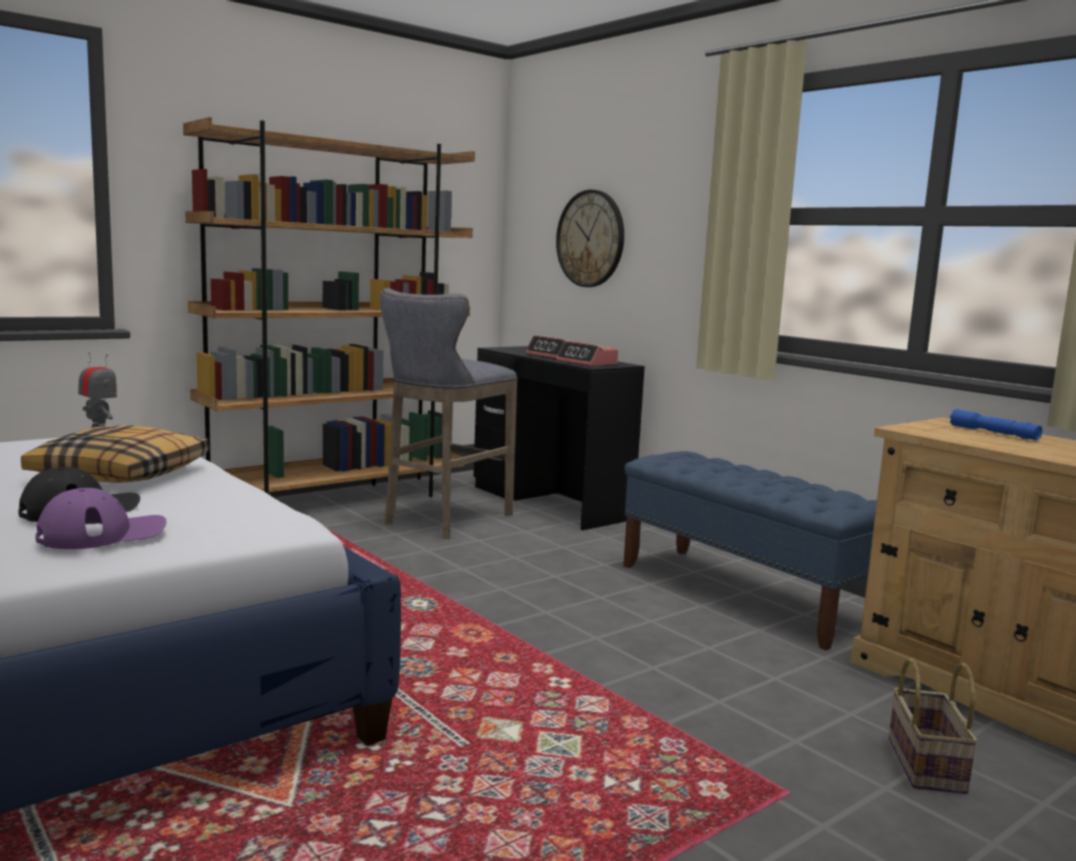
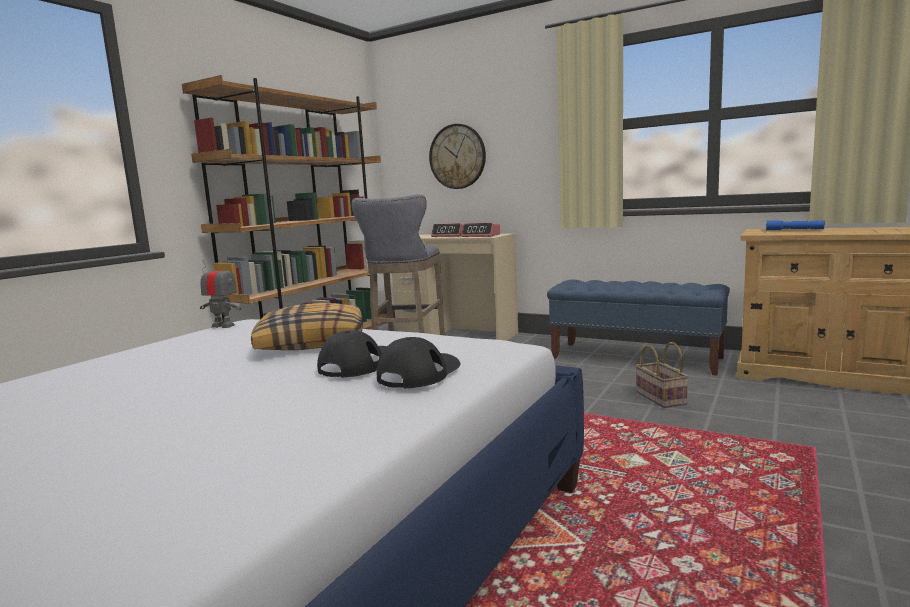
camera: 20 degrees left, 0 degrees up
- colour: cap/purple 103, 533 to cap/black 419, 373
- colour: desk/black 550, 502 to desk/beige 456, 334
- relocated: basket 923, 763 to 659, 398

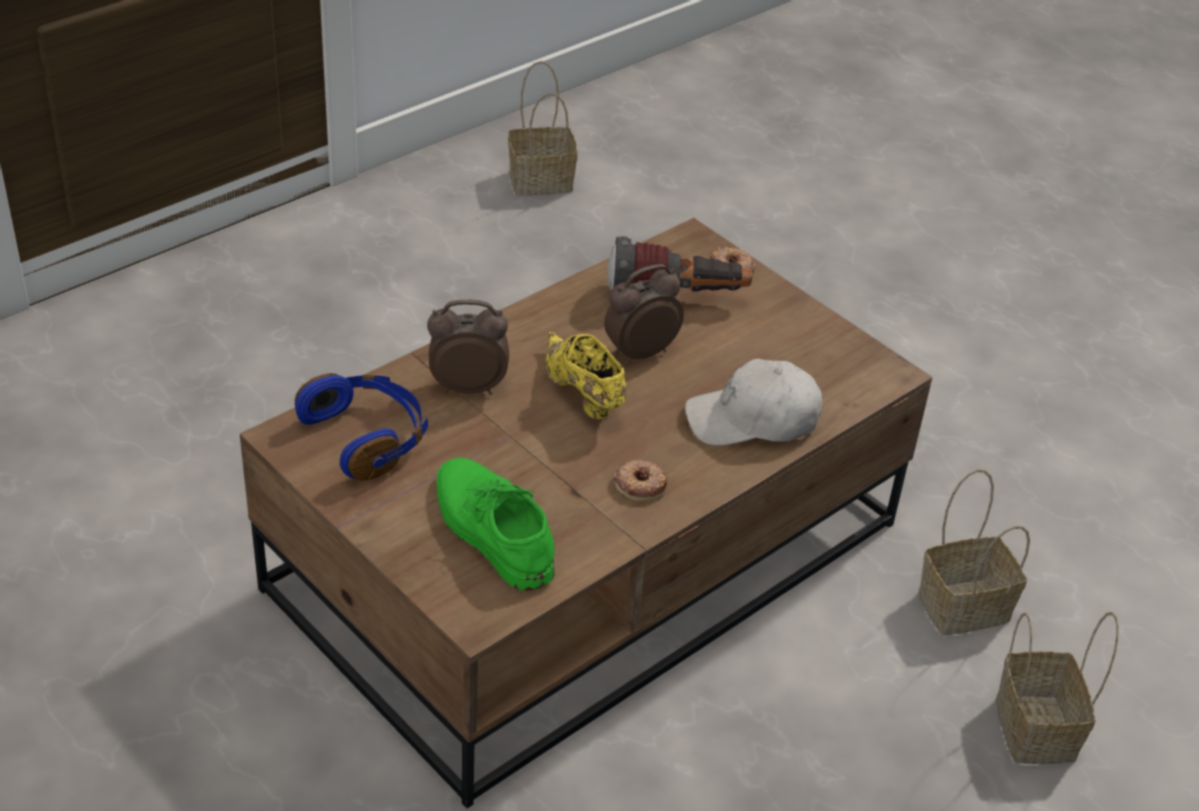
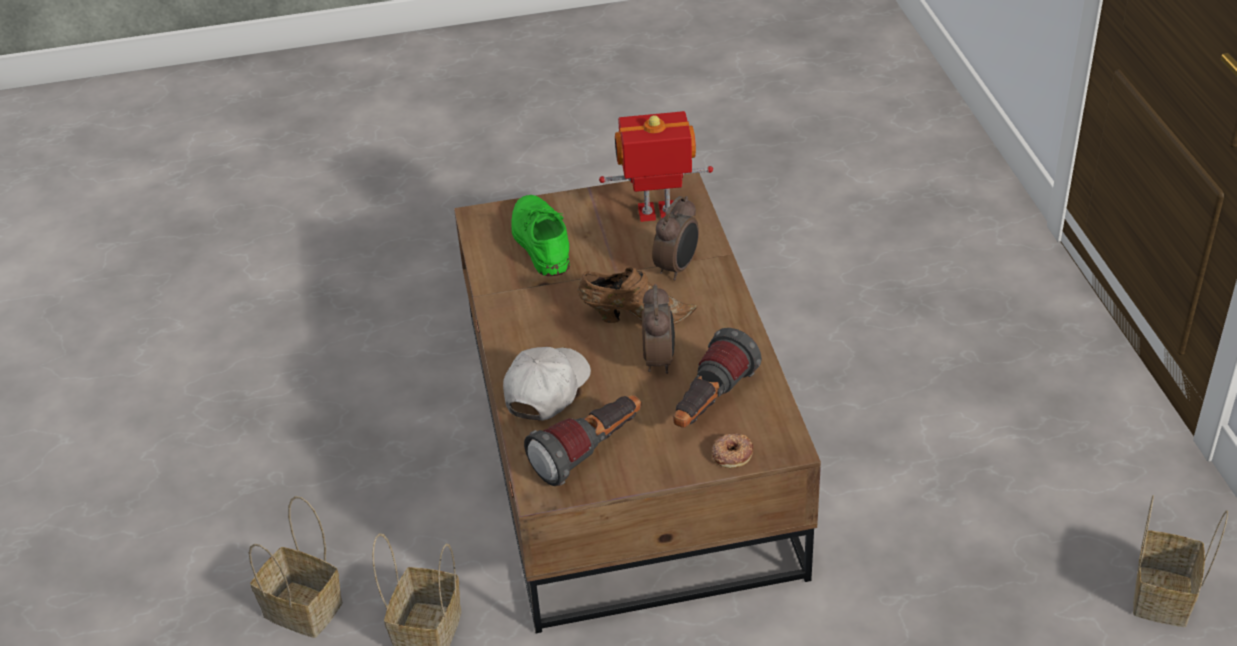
camera: 125 degrees right, 0 degrees up
- spun: shoe/green 491, 530 = 539, 240 105 degrees counterclockwise
- appeared: flashlight 590, 453
- colour: shoe/yellow 582, 394 to shoe/brown 633, 316
- exchanged: headphones/blue 367, 437 to toy robot 657, 214
- missing: donut 640, 484

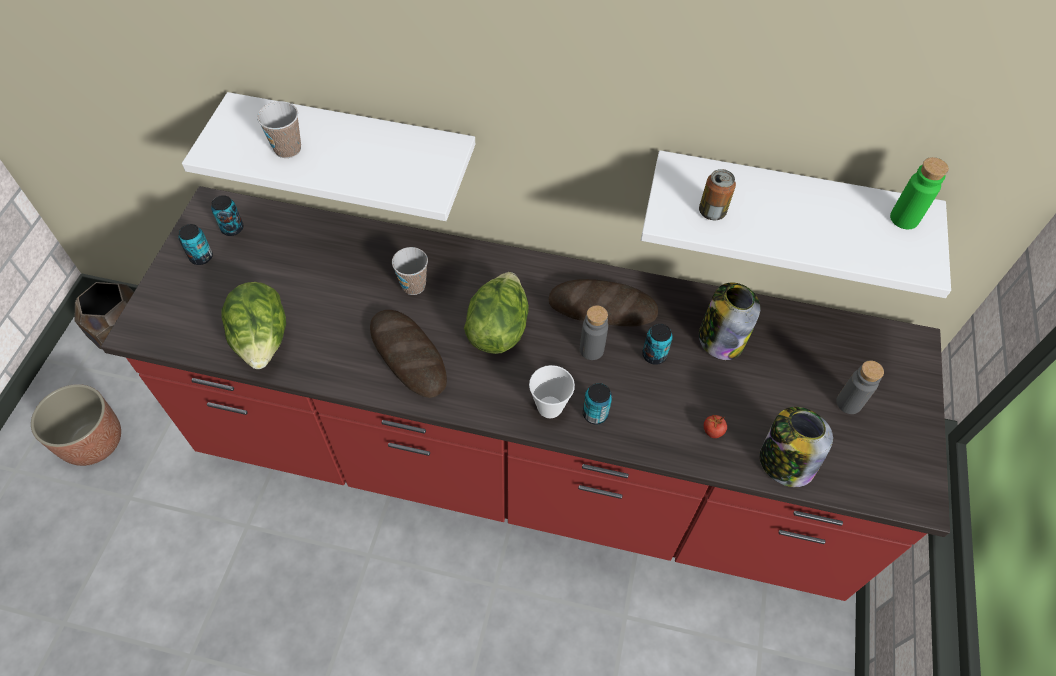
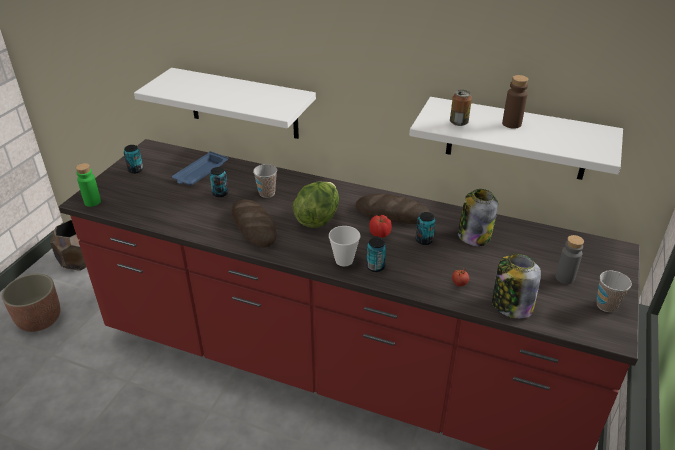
camera: 10 degrees right, 20 degrees down
- relocated: bottle/green 904, 218 to 92, 202
- appeared: tray/blue 200, 172
- relocated: can 232, 228 to 220, 193
- exchanged: bottle/grey 591, 350 to tomato 380, 234
- appeared: bottle/brown 511, 124
- relocated: cup 288, 149 to 606, 305
- missing: lettuce 263, 341

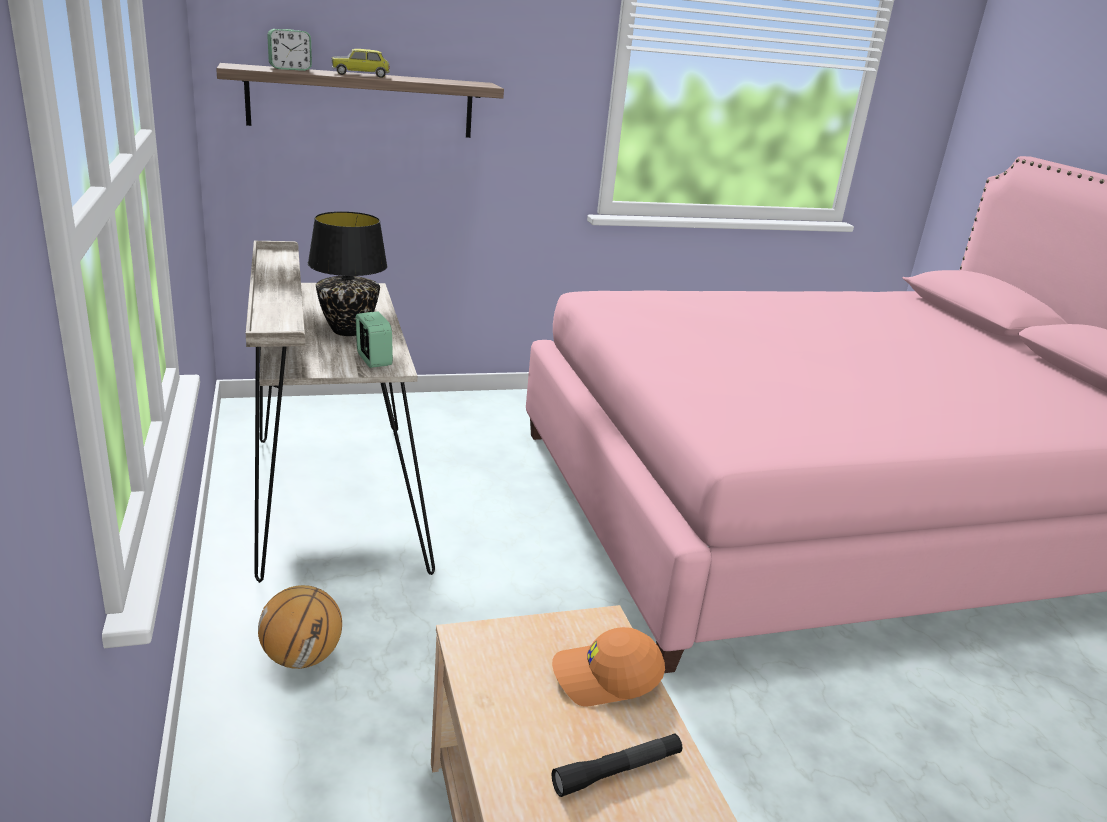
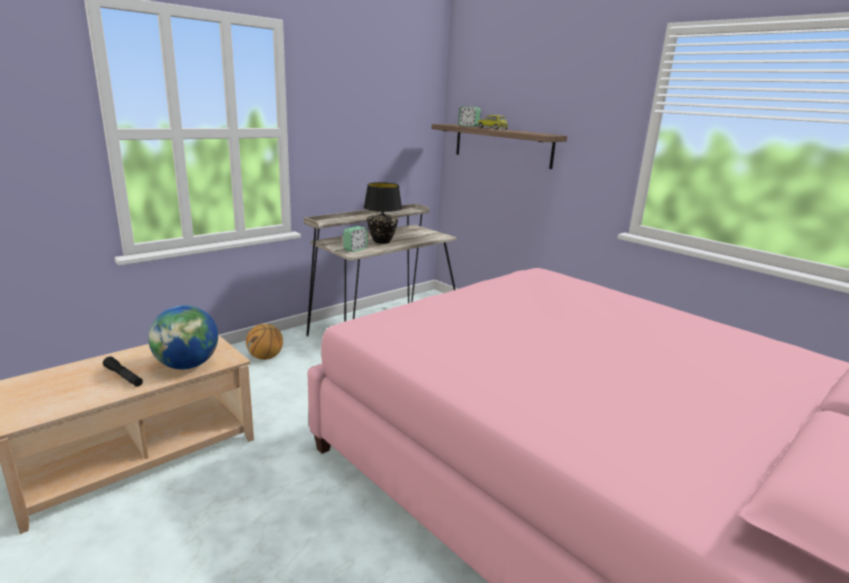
camera: 65 degrees right, 5 degrees down
- exchanged: cap/orange 606, 678 to globe 187, 365

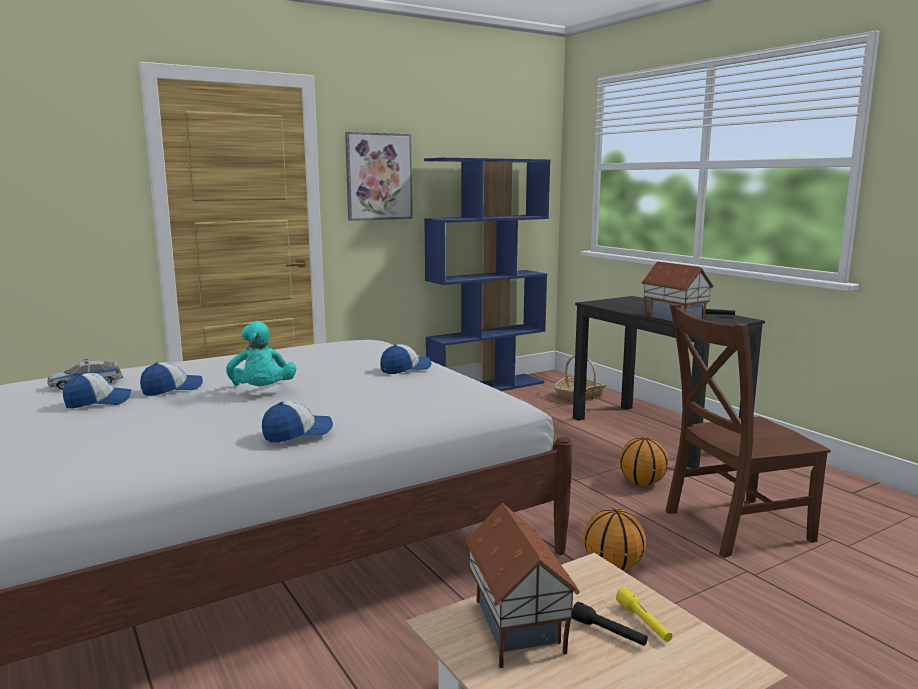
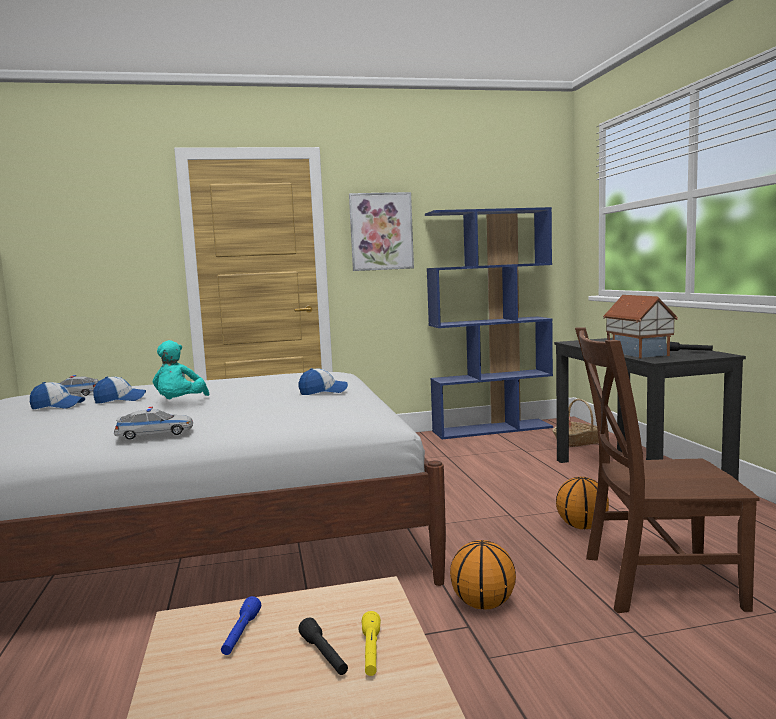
camera: 20 degrees right, 5 degrees down
- exchanged: cap 297, 433 to toy car 155, 434
- exchanged: toy house 515, 627 to flashlight/blue 241, 634

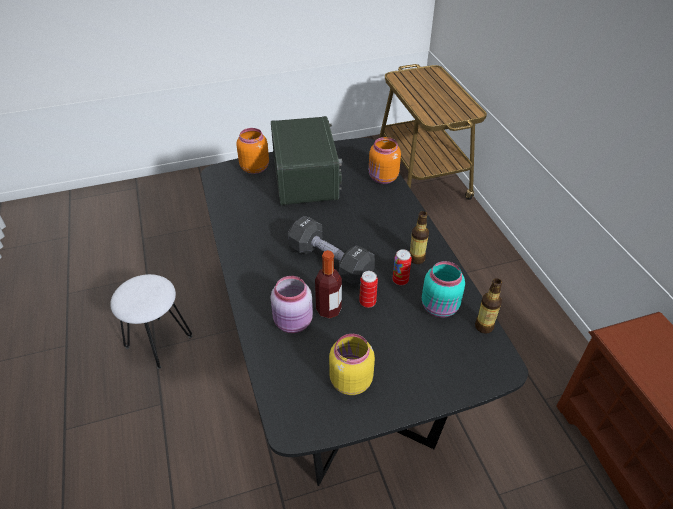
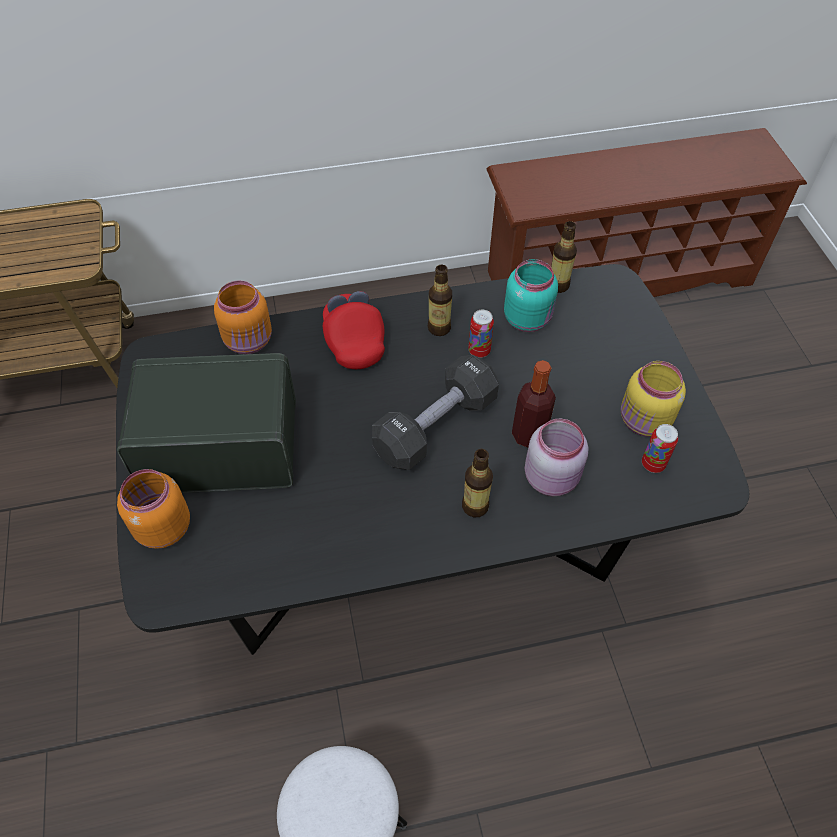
camera: 85 degrees left, 10 degrees up
- appeared: cap/red 353, 341
- appeared: bottle 475, 506
- relocated: can 367, 302 to 653, 464

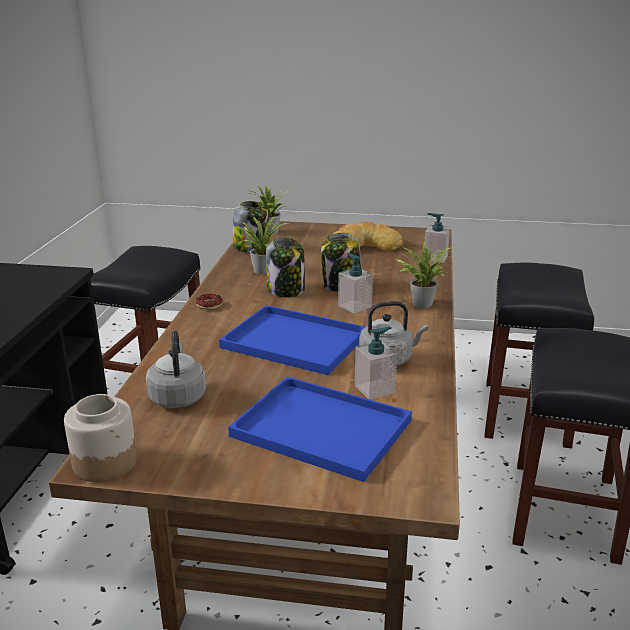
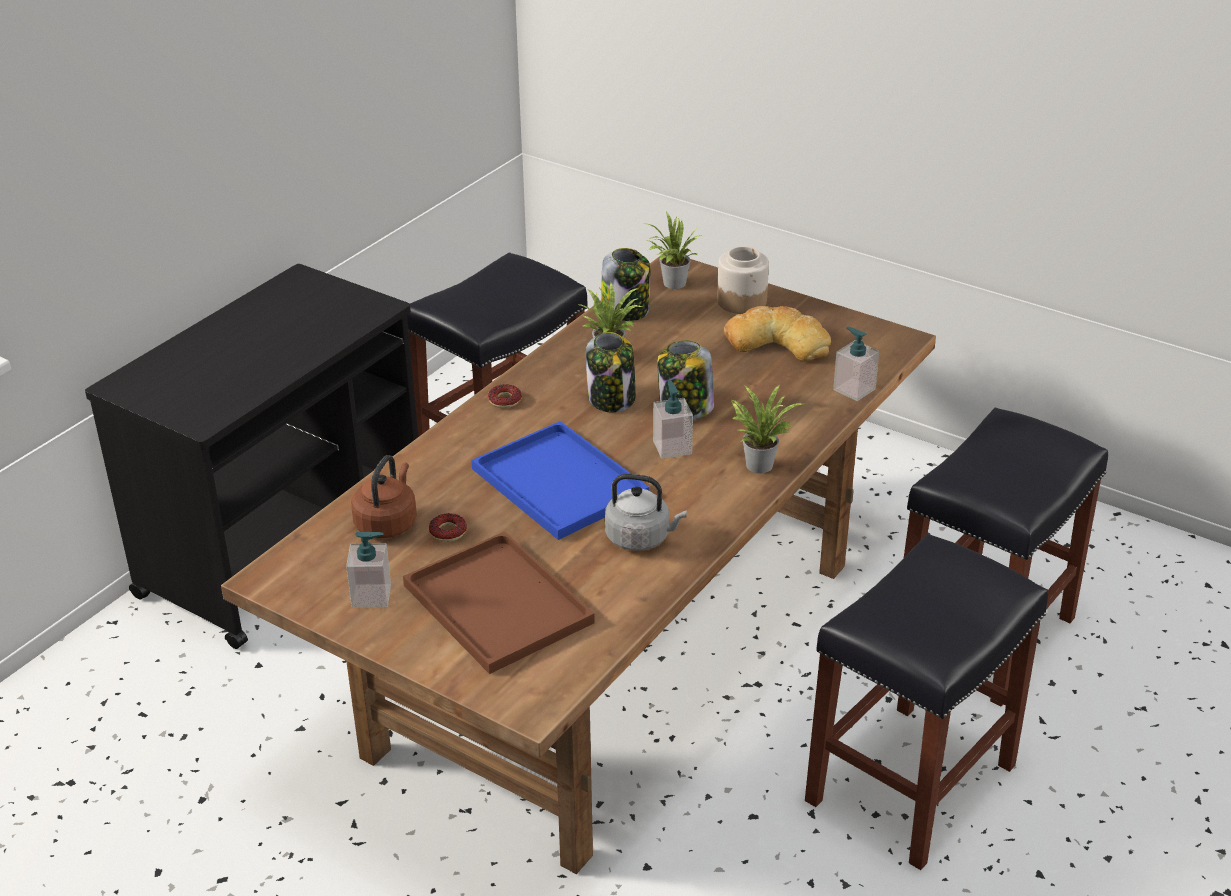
camera: 25 degrees right, 10 degrees up
- relocated: soap dispenser 375, 389 to 371, 596
- colour: kettle/grey 178, 396 to kettle/brown 387, 523
- colour: tray/blue 325, 428 to tray/brown 501, 605
- appeared: donut 448, 532
- relocated: jar 105, 462 to 742, 301

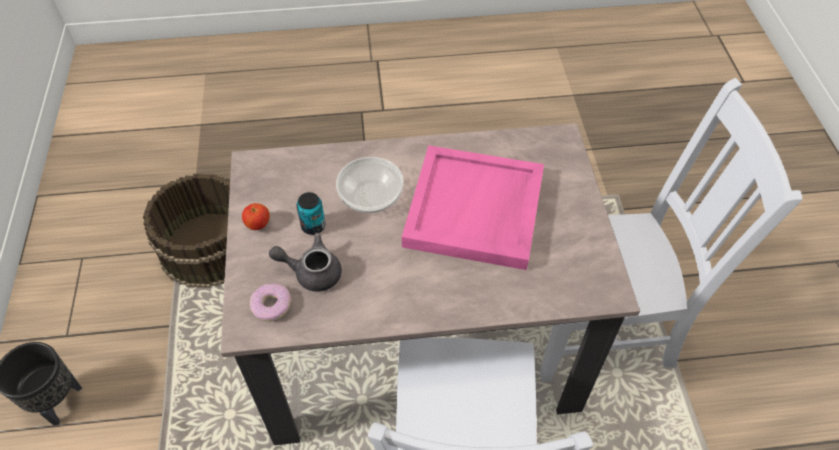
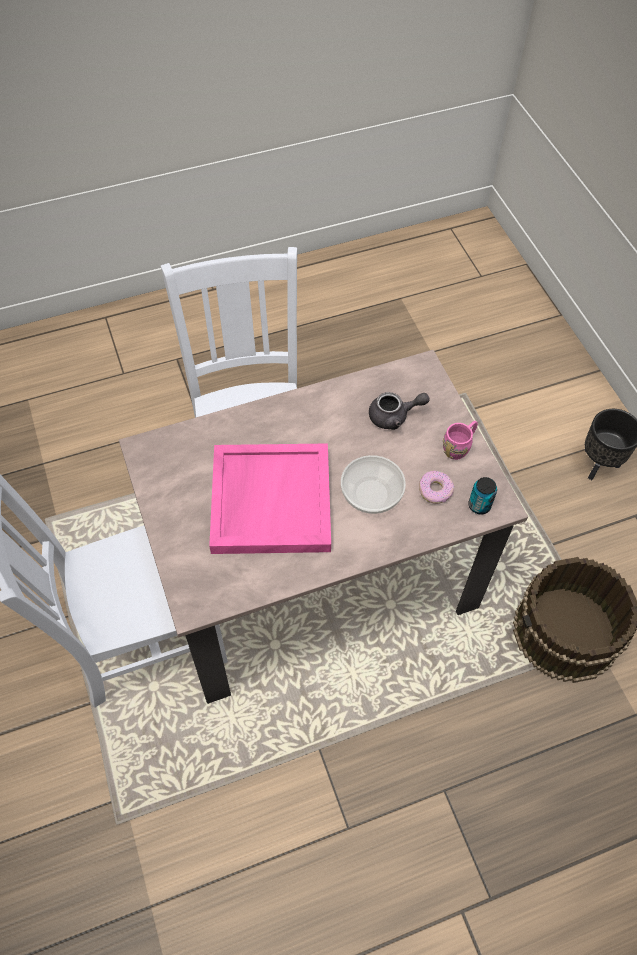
camera: 165 degrees right, 5 degrees up
- relocated: donut 271, 306 to 435, 490
- exchanged: apple 258, 225 to mug/pink 459, 447
- relocated: can 313, 226 to 479, 505

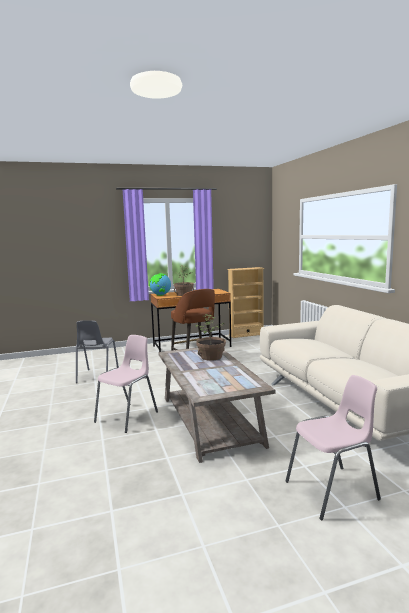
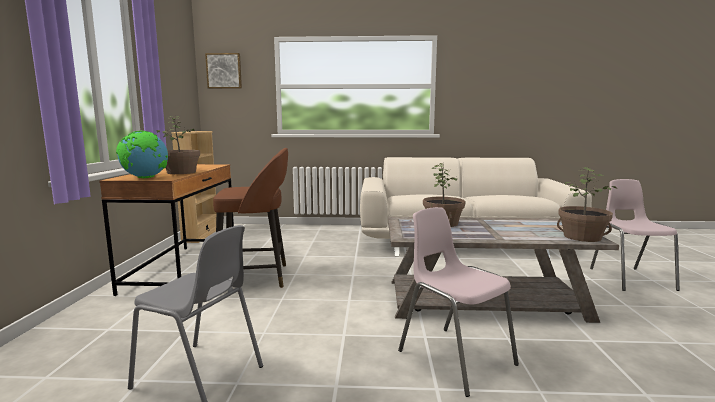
camera: 70 degrees left, 0 degrees up
- appeared: picture 224, 71
- appeared: potted plant 582, 237

